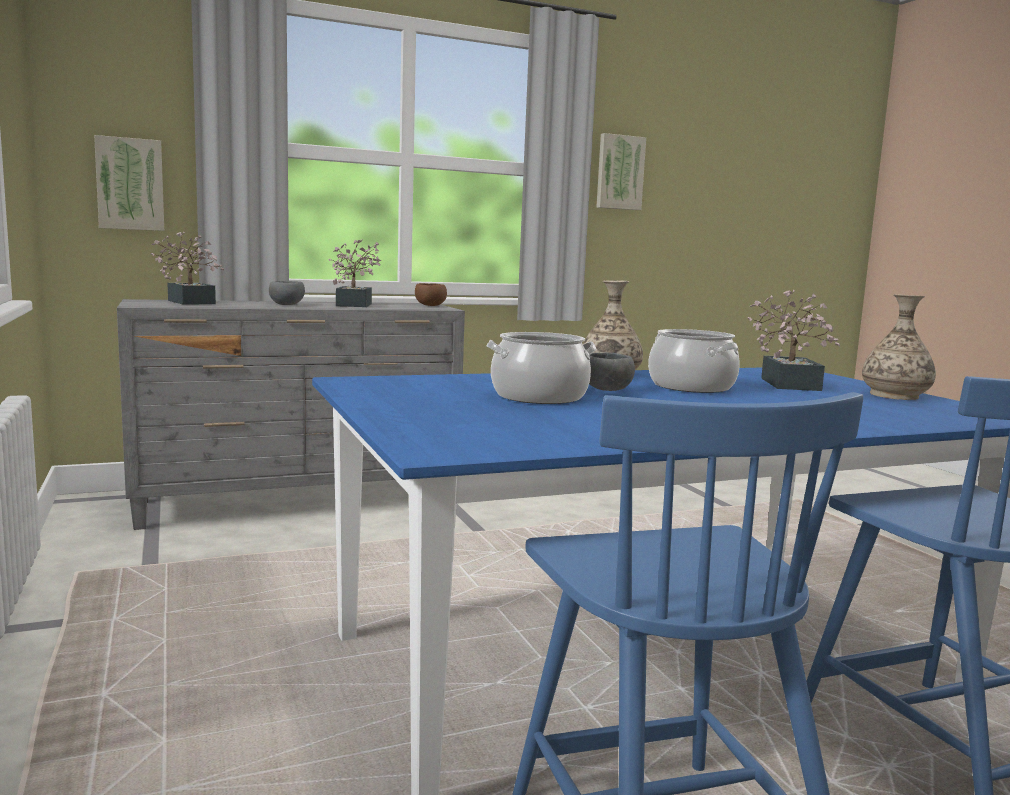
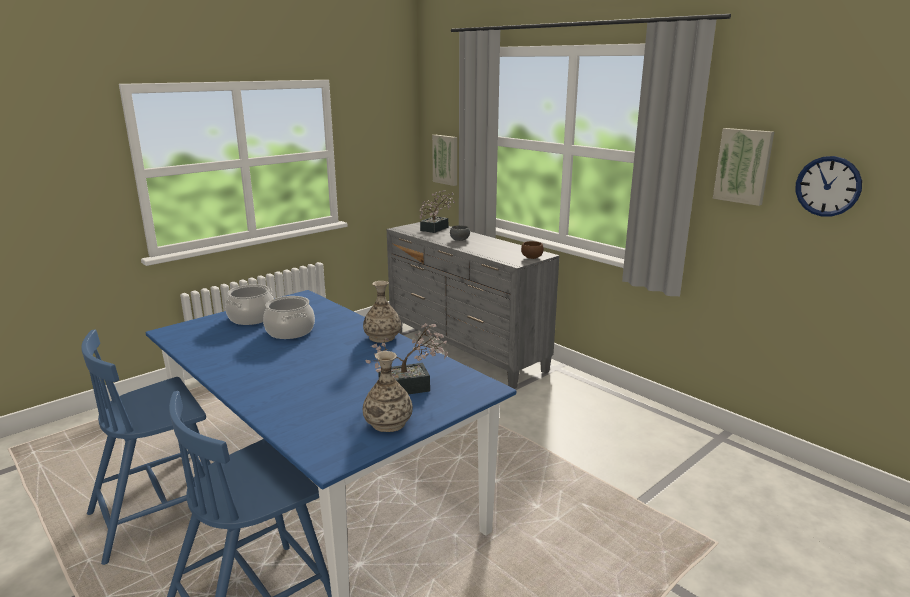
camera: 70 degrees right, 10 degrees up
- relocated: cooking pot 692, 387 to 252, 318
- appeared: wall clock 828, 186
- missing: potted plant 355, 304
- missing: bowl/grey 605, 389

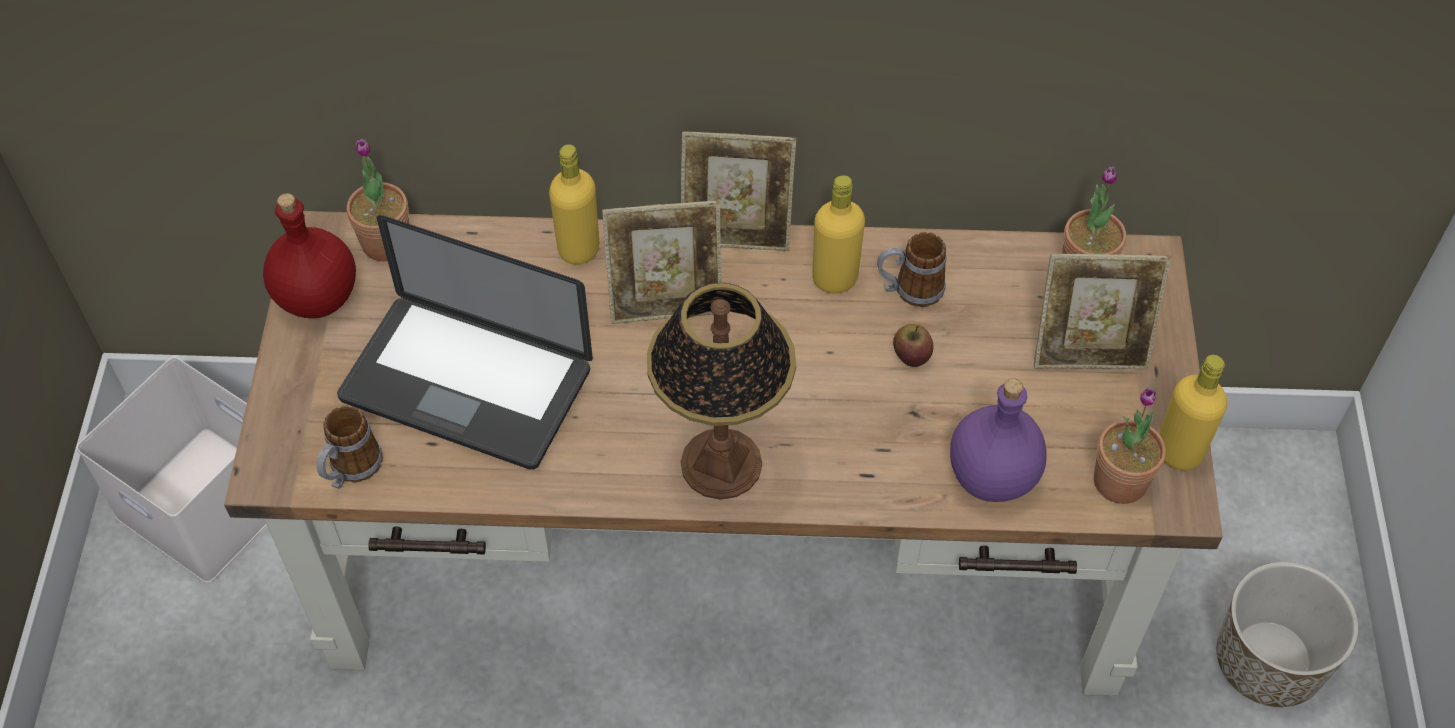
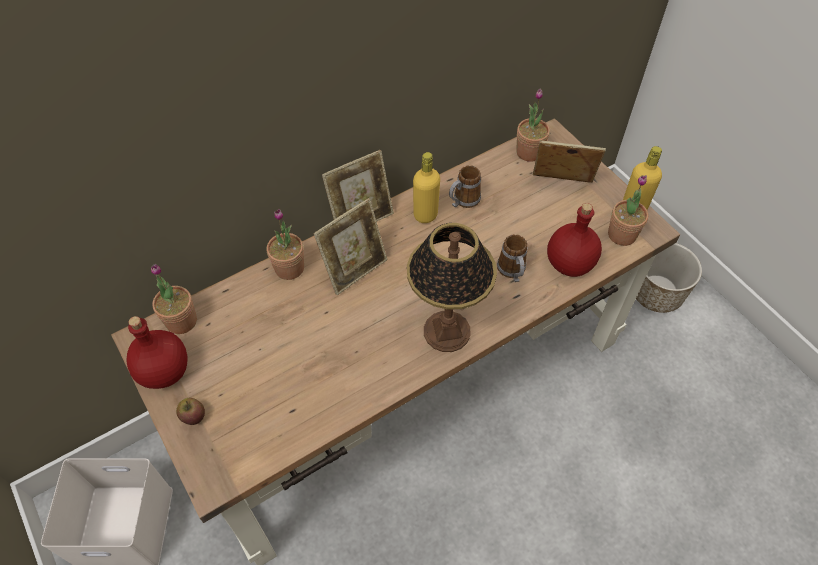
camera: 35 degrees left, 0 degrees up
- relocated: apple 911, 355 to 193, 416
- exchanged: bottle/yellow 578, 249 to potted plant 289, 268
- relocated: mug 351, 470 to 512, 272
- spun: picture frame 1089, 350 = 561, 186 135 degrees counterclockwise
- colour: bottle/purple 990, 476 to bottle/red 568, 264
- missing: laptop 466, 384

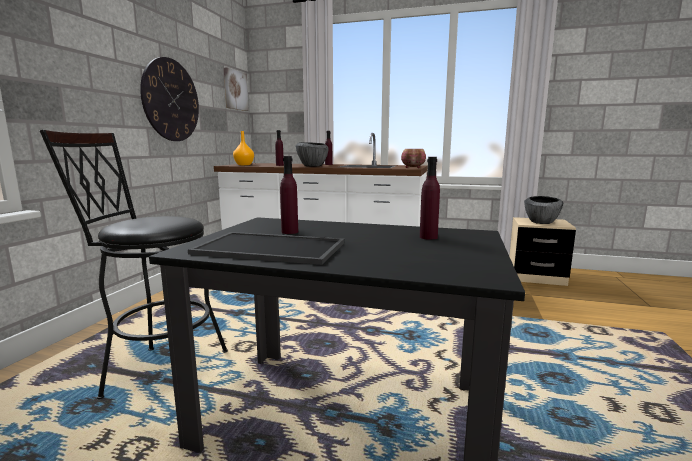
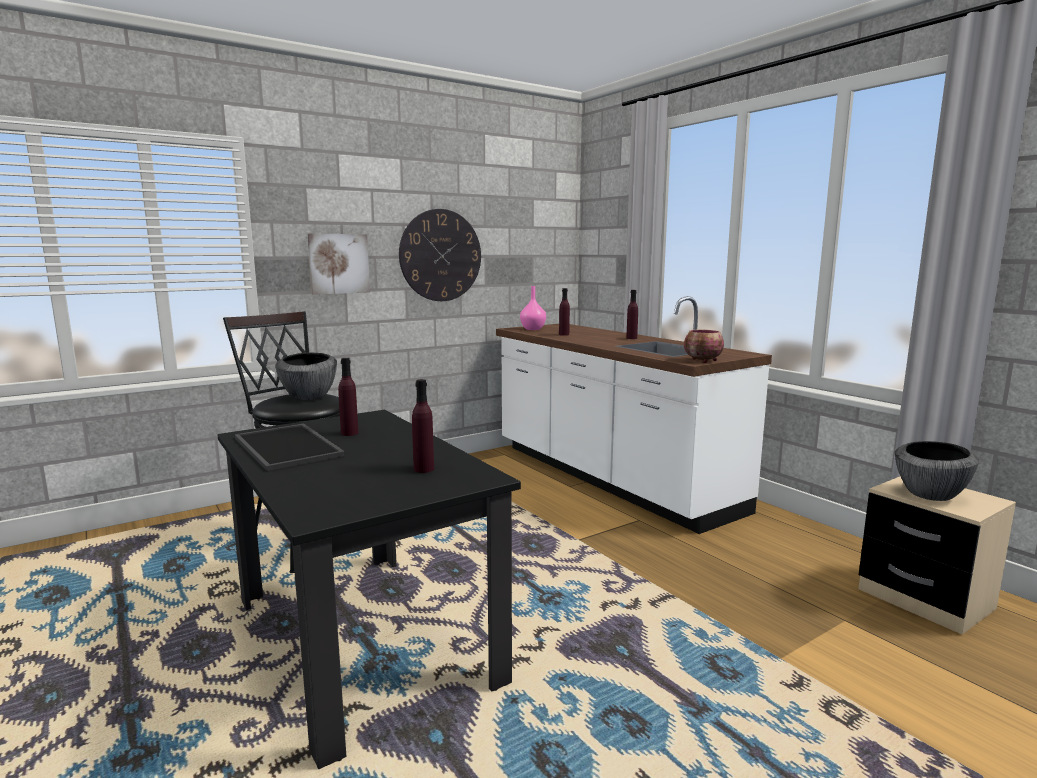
camera: 40 degrees right, 0 degrees up
- relocated: bowl 312, 166 to 309, 397
- relocated: picture 235, 90 to 338, 263
- colour: vase/orange 244, 165 to vase/pink 533, 329

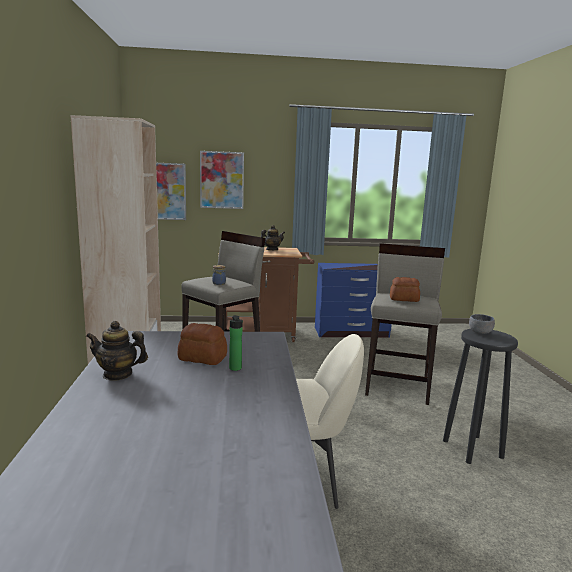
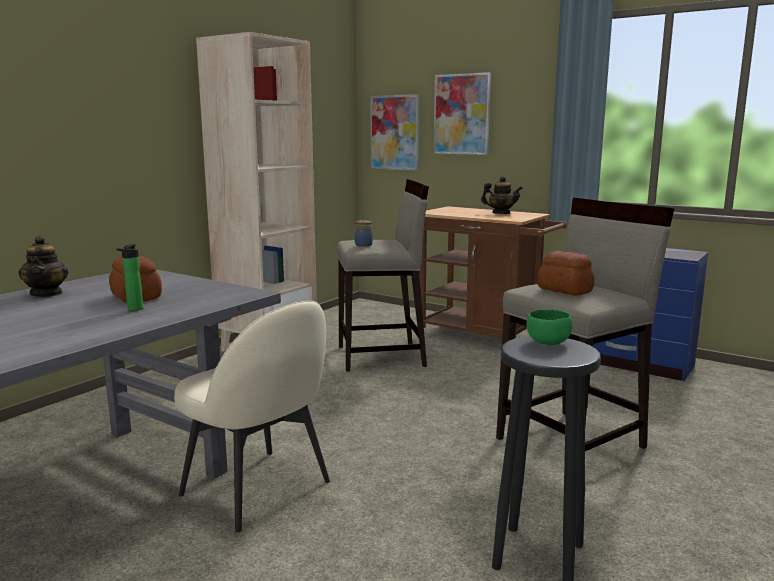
camera: 40 degrees right, 0 degrees up
- spun: teapot 117, 374 = 47, 294 150 degrees counterclockwise
- colour: bowl/grey 480, 333 to bowl/green 546, 343

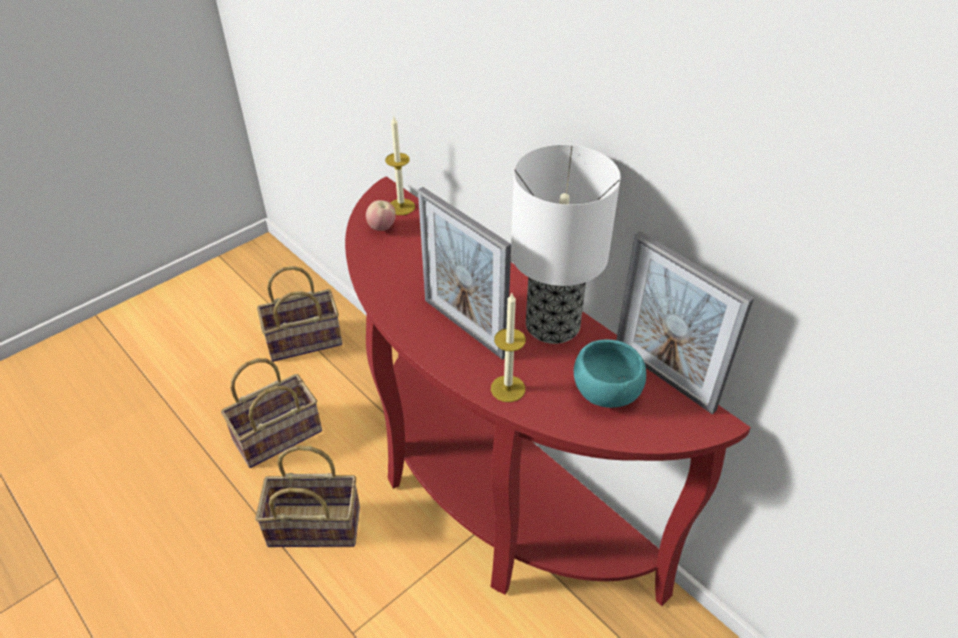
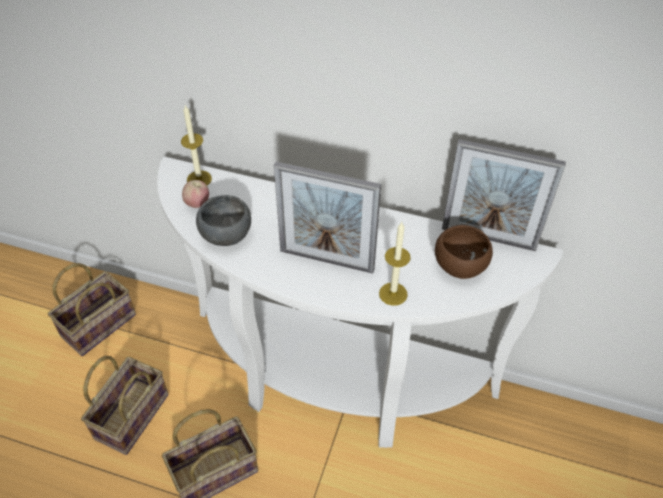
camera: 30 degrees left, 5 degrees up
- colour: console table/red 486, 496 to console table/white 332, 382
- appeared: bowl/grey 227, 236
- colour: bowl/turquoise 605, 393 to bowl/brown 460, 267
- missing: table lamp 553, 326

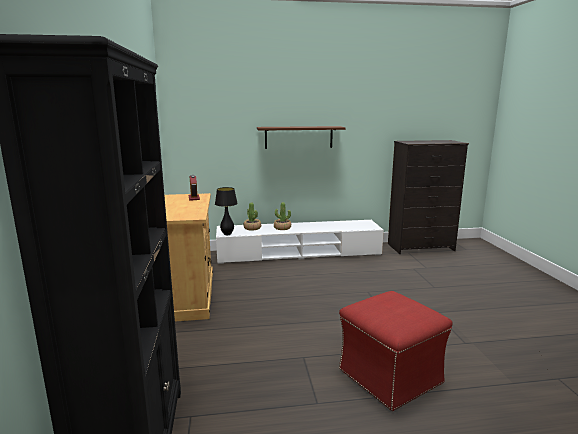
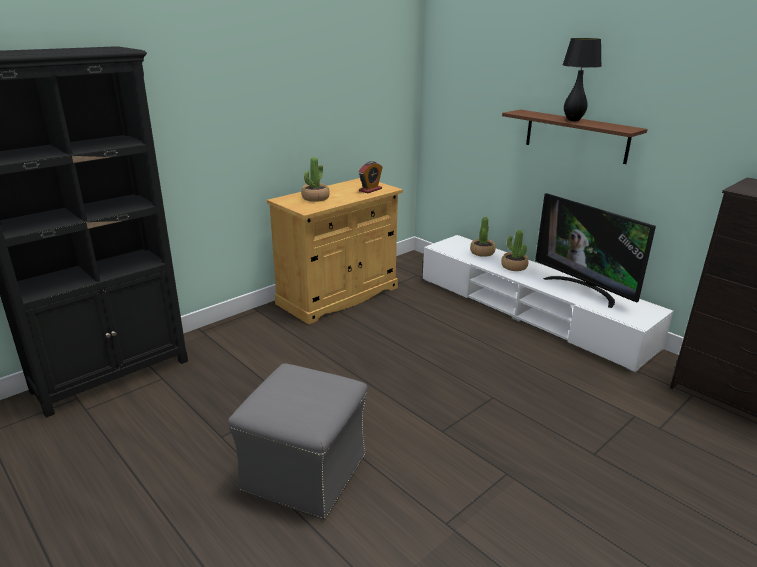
camera: 55 degrees right, 10 degrees up
- colour: ottoman/red 389, 375 to ottoman/grey 305, 471
- appeared: potted plant 315, 198
- appeared: television 584, 289
- relocated: table lamp/black 227, 234 to 573, 120

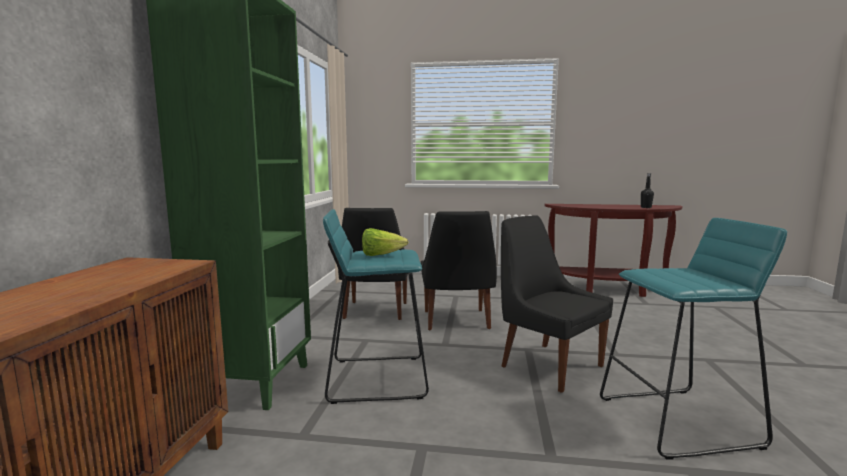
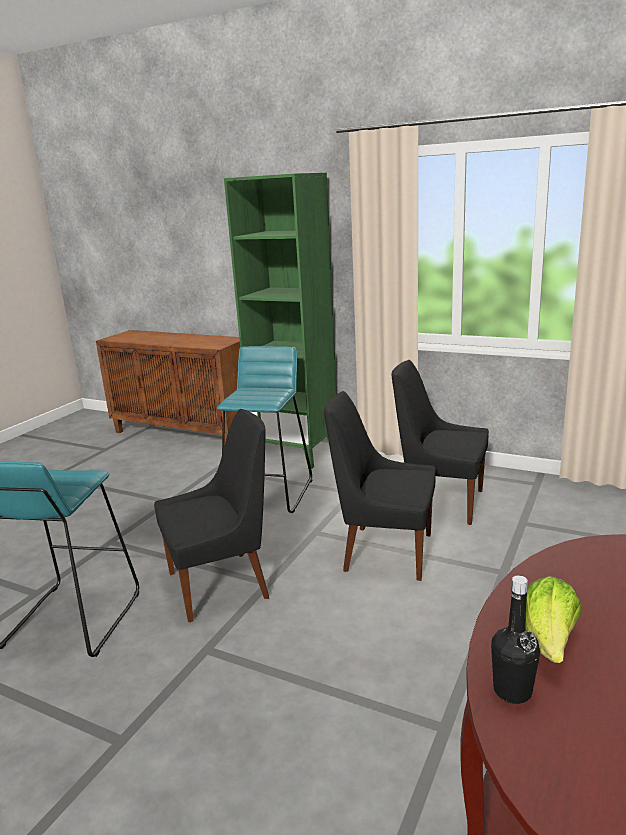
camera: 110 degrees right, 10 degrees up
- relocated: lettuce 381, 255 to 549, 642

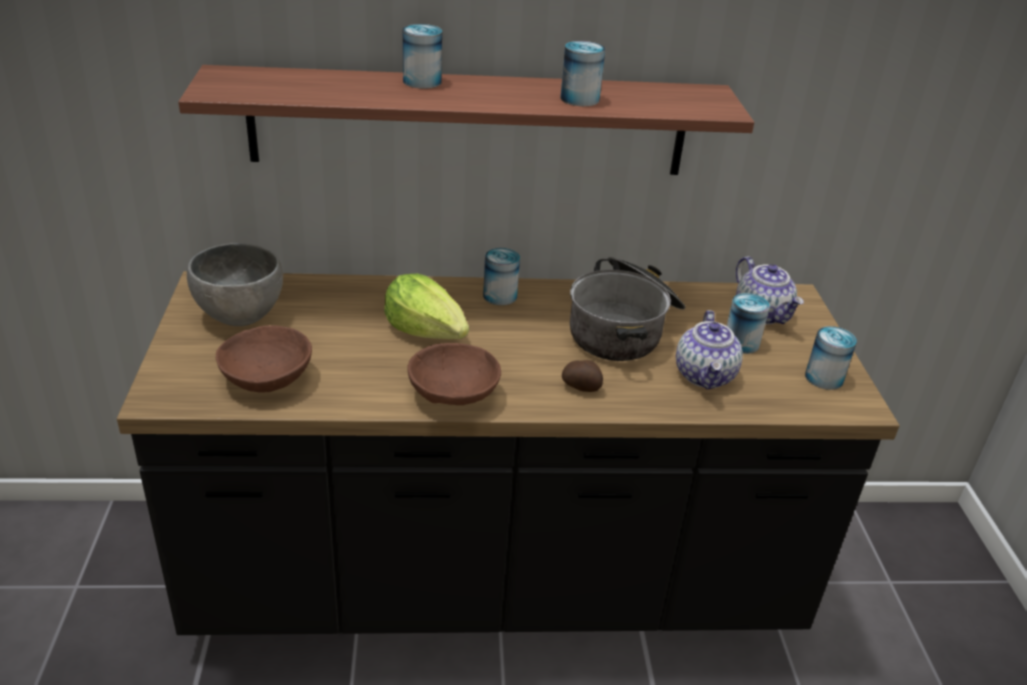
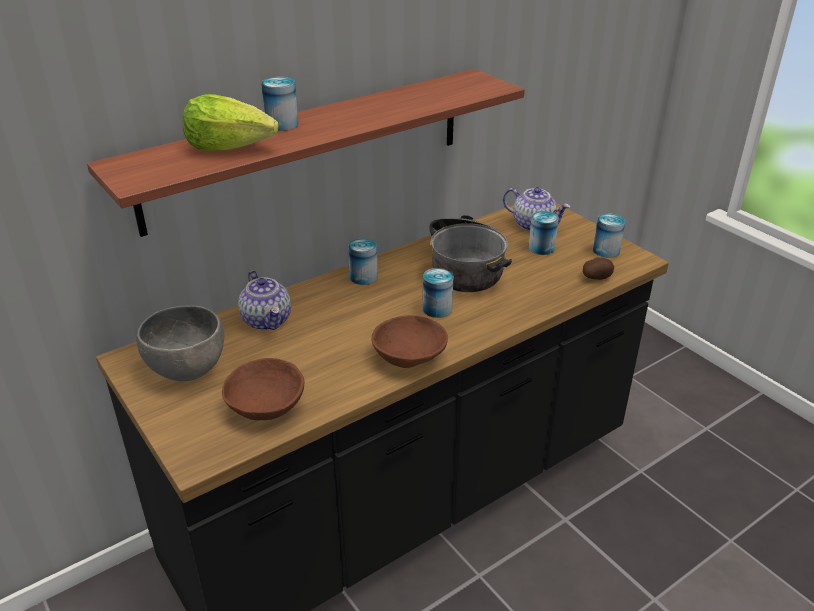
camera: 30 degrees left, 0 degrees up
- relocated: lettuce 427, 331 to 230, 147
- relocated: teapot 705, 376 to 267, 320
- relocated: can 579, 99 to 437, 309
- relocated: potato 581, 387 to 597, 278

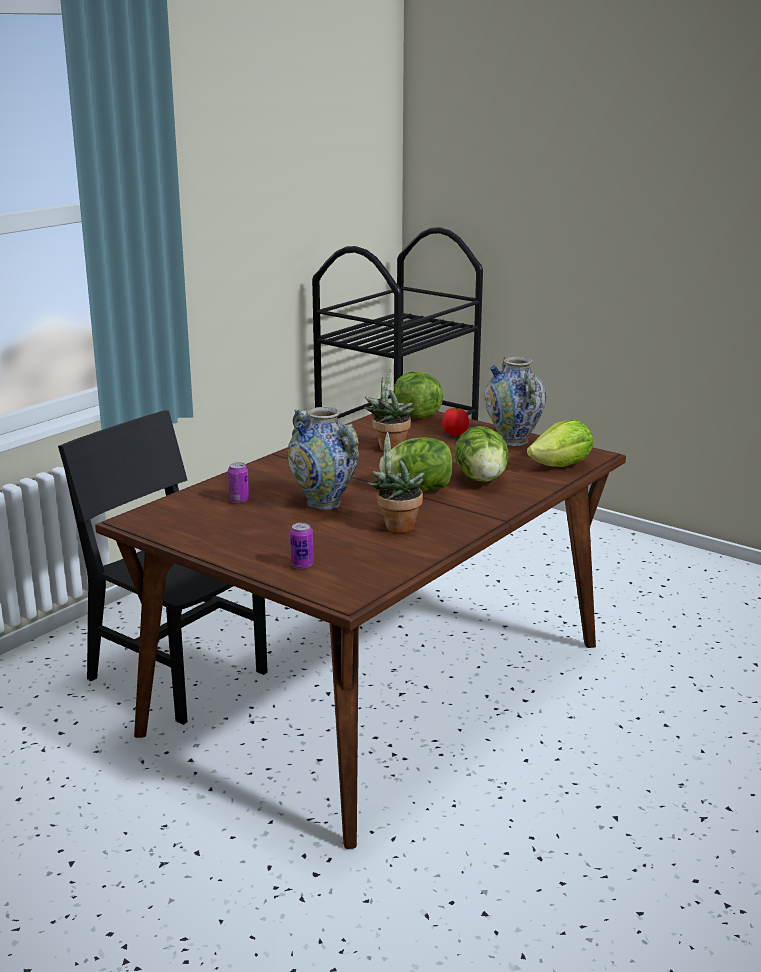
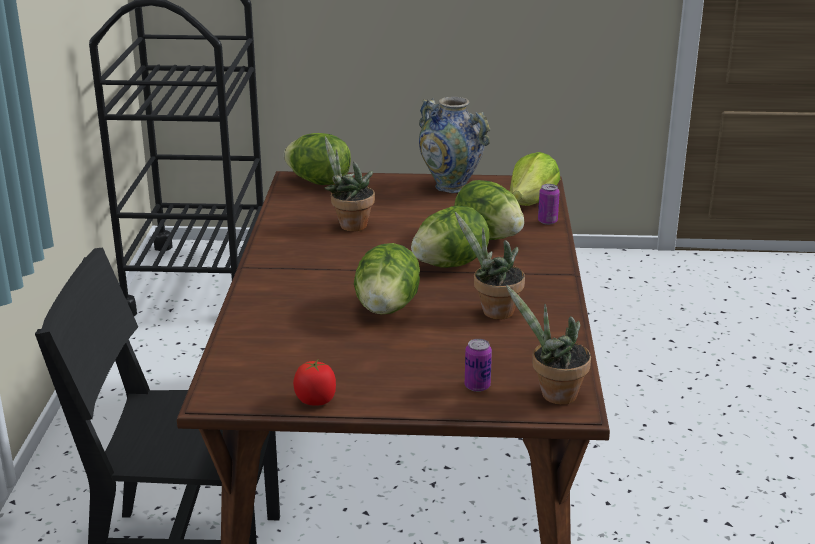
camera: 35 degrees left, 5 degrees up
- relocated: tomato 455, 434 to 316, 400
- exchanged: vase 324, 503 to lettuce 387, 308
- appeared: potted plant 553, 395
- relocated: can 239, 500 to 547, 221

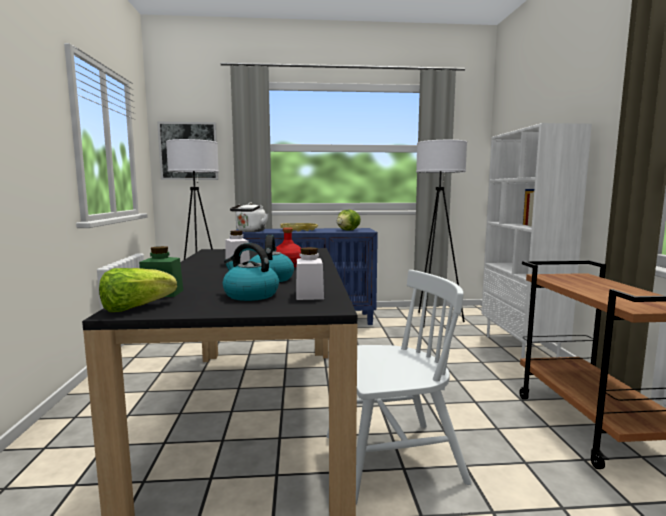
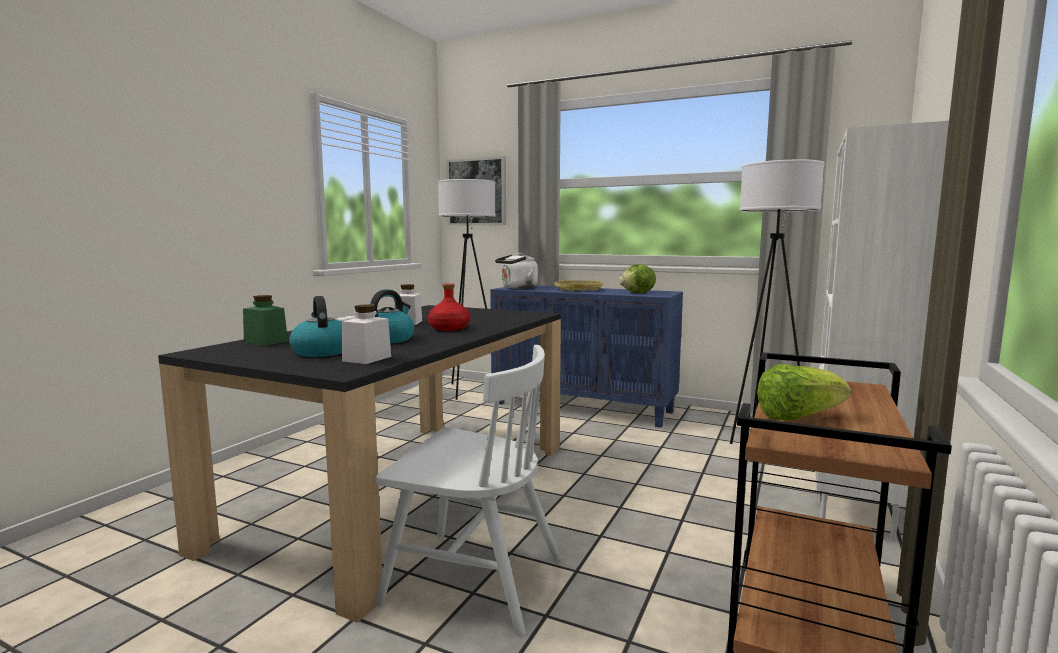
camera: 30 degrees right, 0 degrees up
- relocated: lettuce 136, 308 to 798, 417

